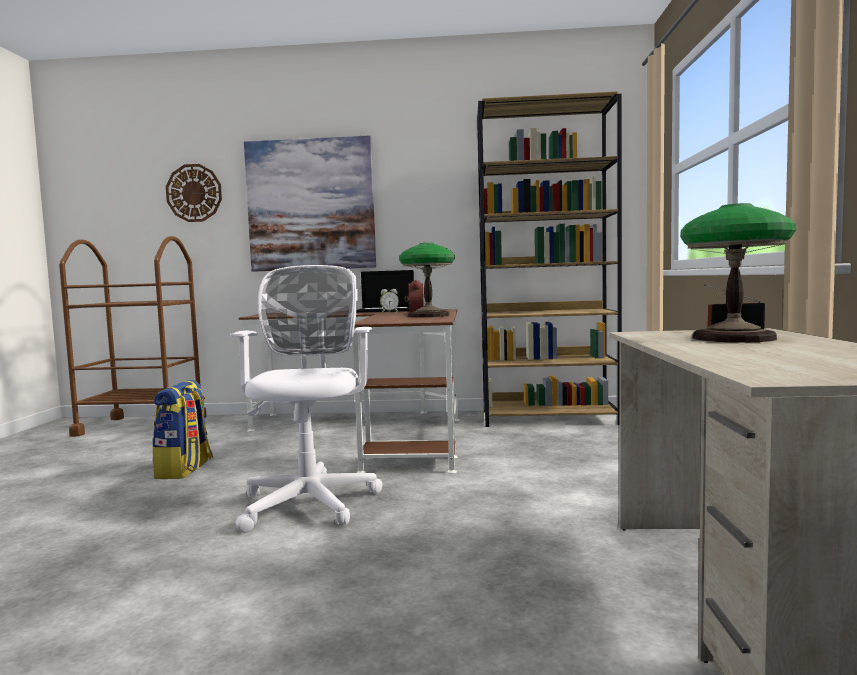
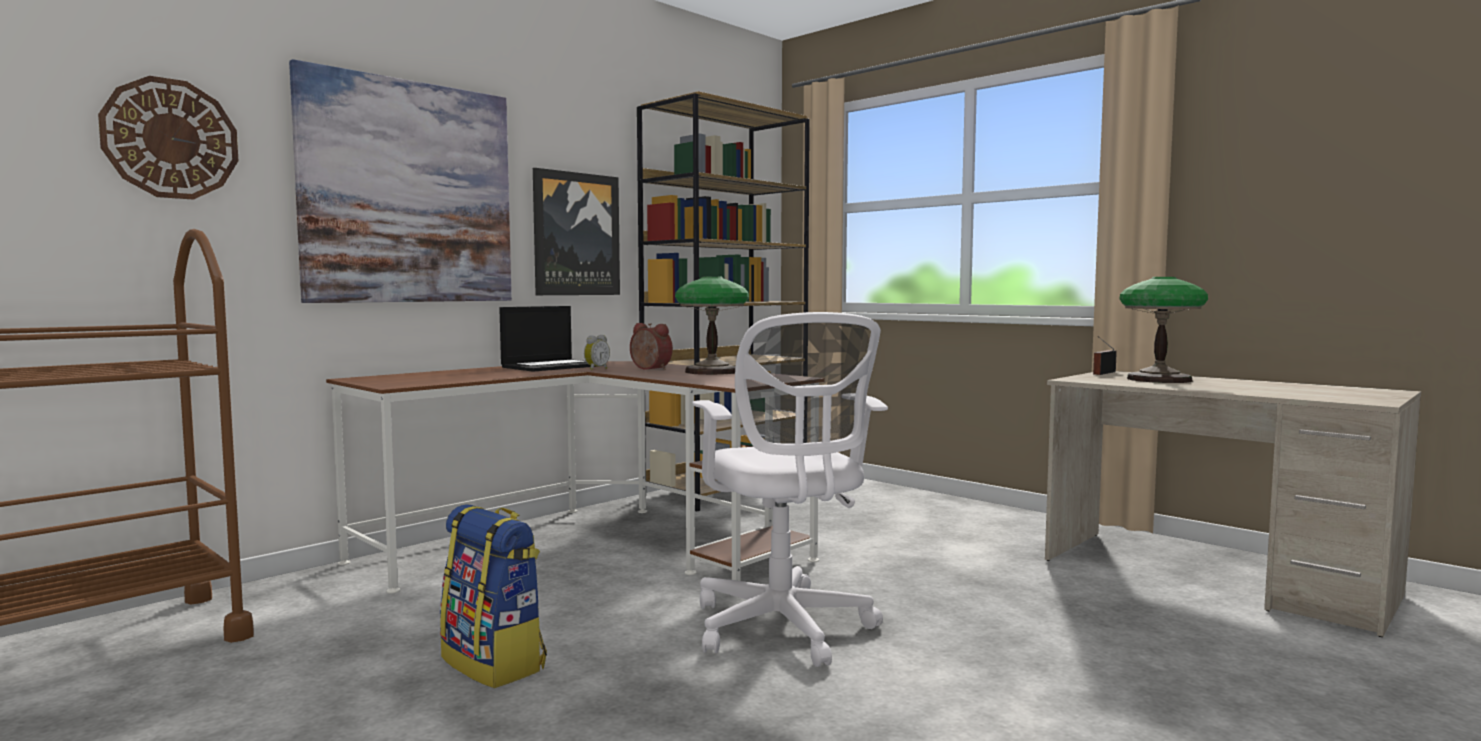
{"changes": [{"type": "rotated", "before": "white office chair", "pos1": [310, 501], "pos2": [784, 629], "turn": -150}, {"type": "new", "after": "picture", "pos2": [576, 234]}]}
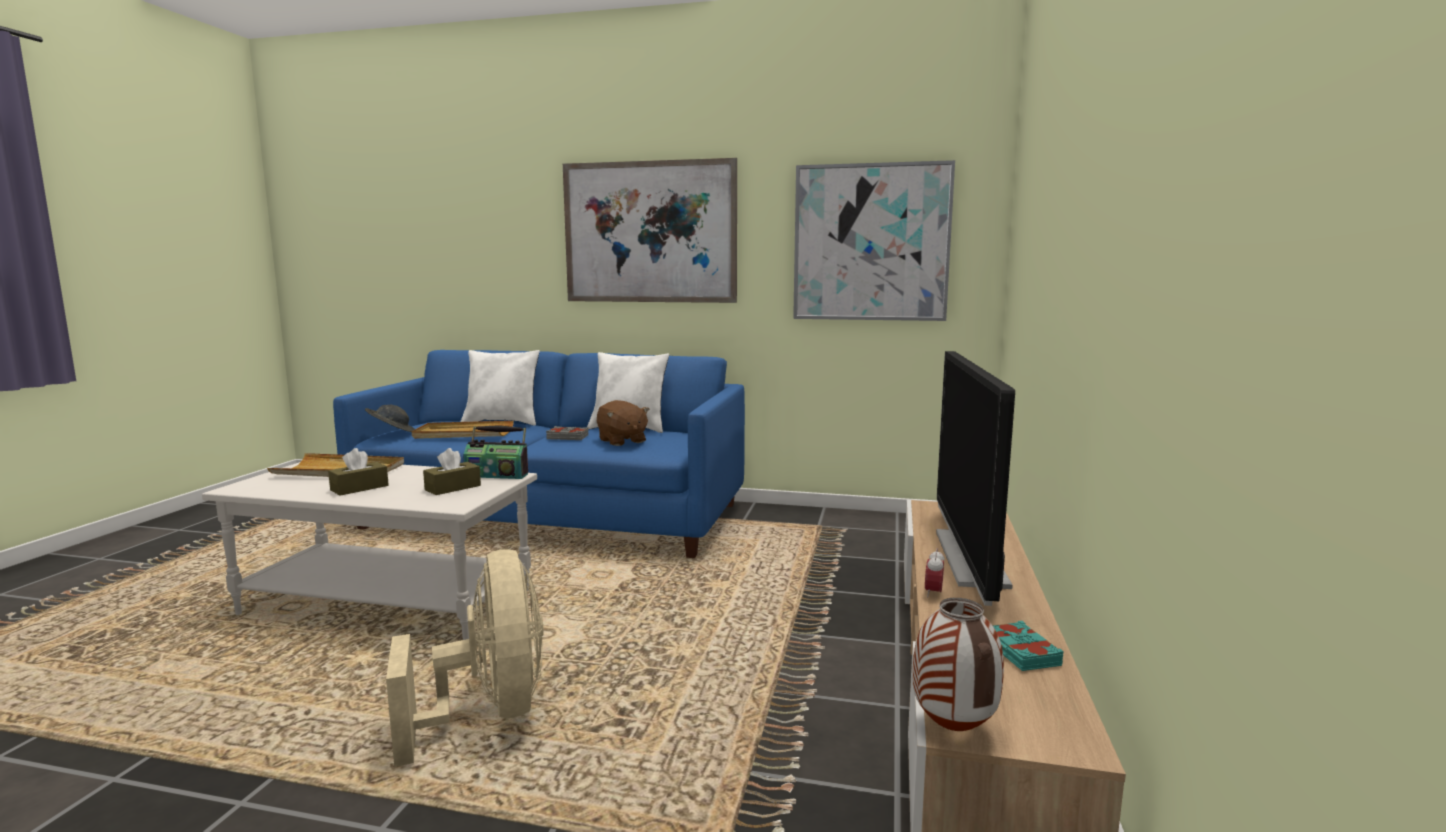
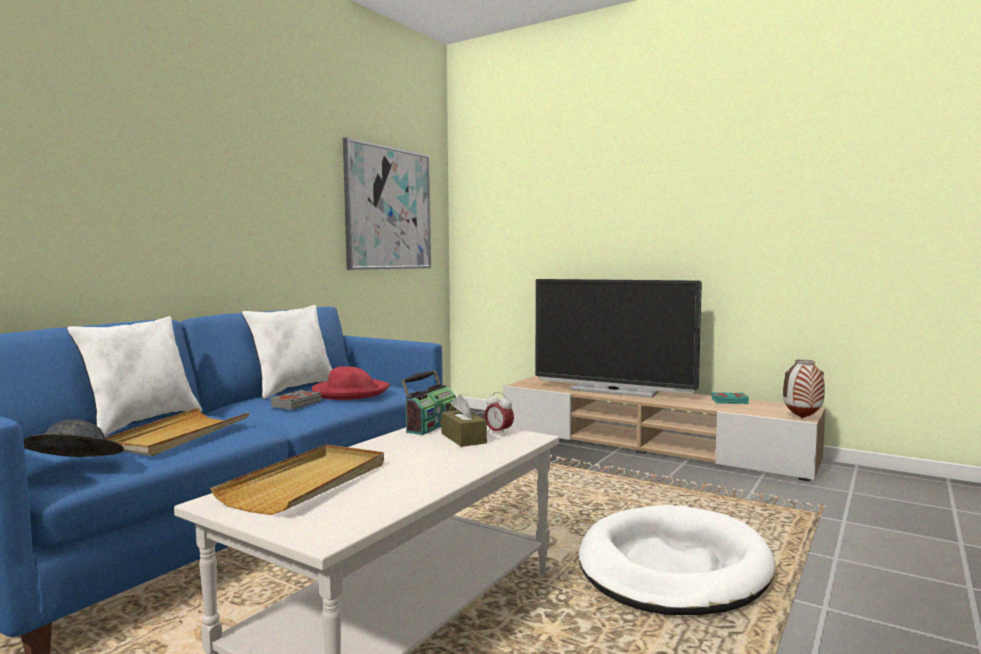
{"changes": [{"type": "gone", "before": "brown tissue box", "pos1": [359, 488]}, {"type": "swapped", "before": "beige fan", "after": "white dog bed", "pos1": [490, 712], "pos2": [673, 567]}, {"type": "gone", "before": "picture", "pos1": [649, 232]}, {"type": "swapped", "before": "brown plush toy", "after": "red hat", "pos1": [622, 441], "pos2": [350, 392]}, {"type": "shifted", "before": "alarm clock", "pos1": [933, 593], "pos2": [498, 433]}]}
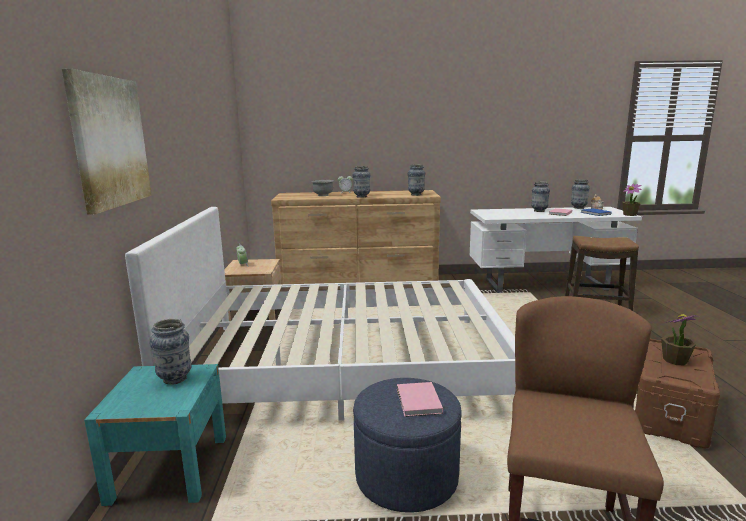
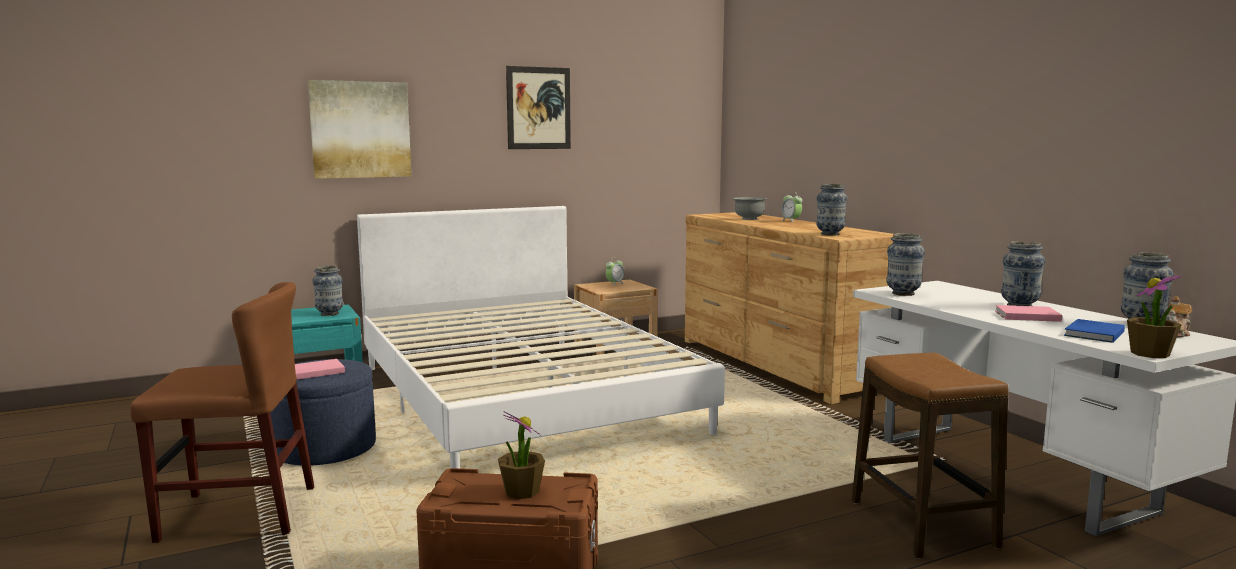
{"changes": [{"type": "shifted", "before": "vase", "pos1": [361, 196], "pos2": [903, 293]}, {"type": "new", "after": "picture", "pos2": [538, 108]}]}
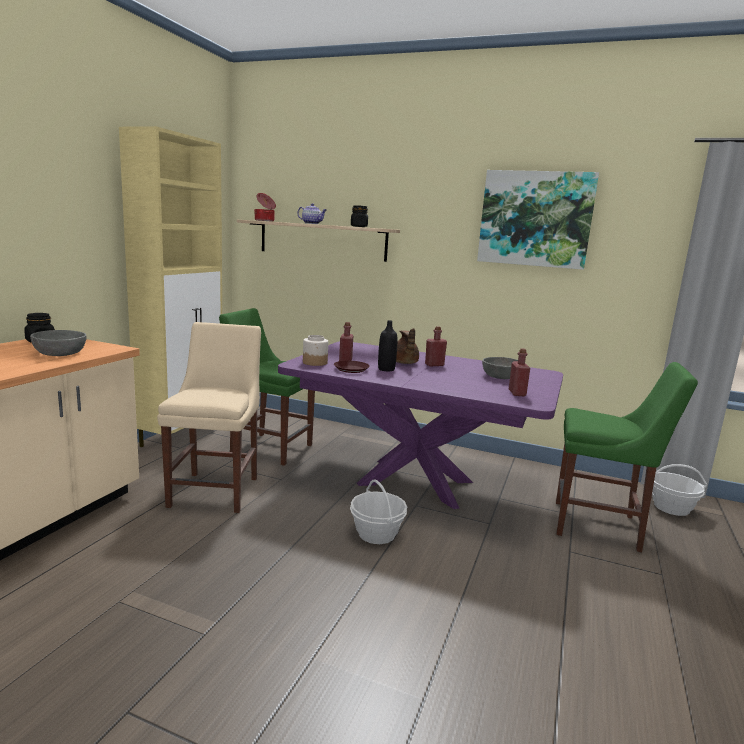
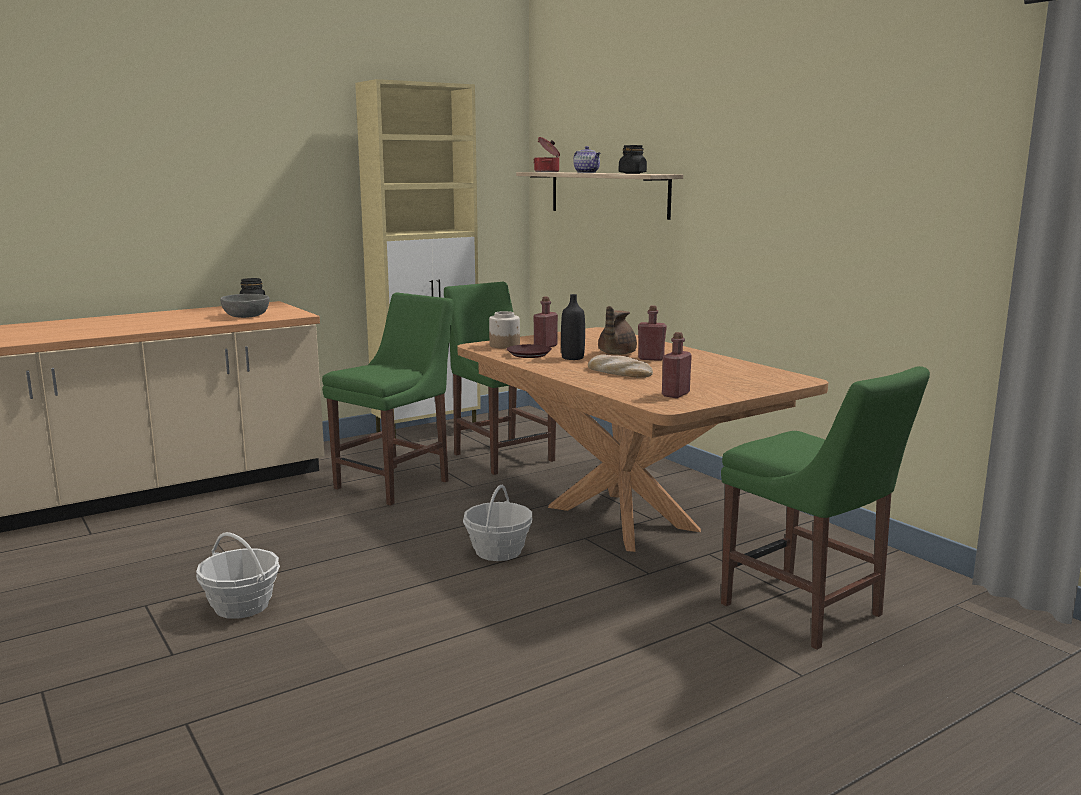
{"changes": [{"type": "repainted", "before": "beige chair", "after": "green chair", "pos1": [216, 489], "pos2": [396, 483]}, {"type": "repainted", "before": "purple dining table", "after": "brown dining table", "pos1": [415, 482], "pos2": [621, 517]}, {"type": "gone", "before": "picture", "pos1": [535, 219]}, {"type": "gone", "before": "grey bowl", "pos1": [500, 376]}, {"type": "shifted", "before": "basket", "pos1": [671, 508], "pos2": [242, 606]}, {"type": "new", "after": "bread", "pos2": [618, 372]}]}
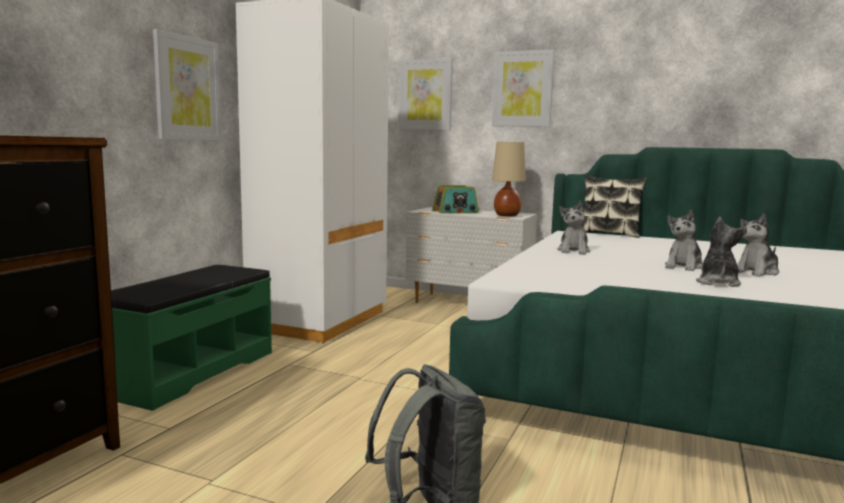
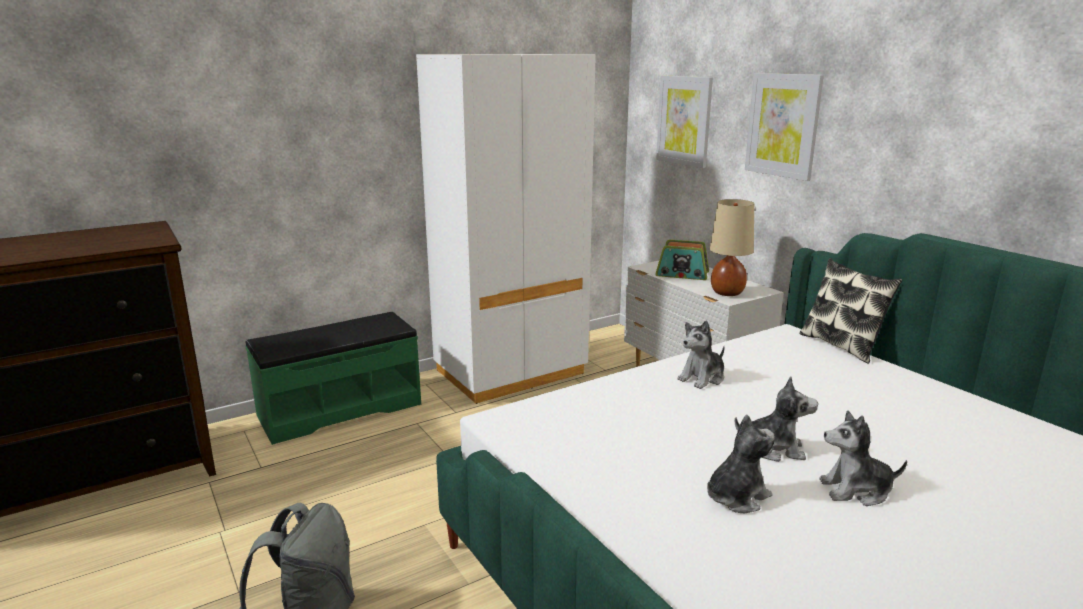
{"changes": [{"type": "gone", "before": "picture", "pos1": [187, 89]}, {"type": "rotated", "before": "plush toy", "pos1": [684, 266], "pos2": [773, 448], "turn": -150}]}
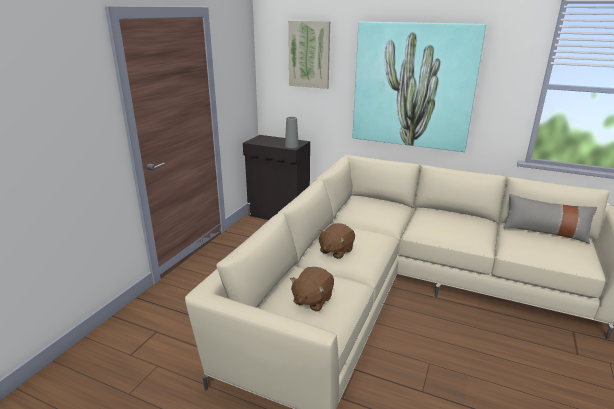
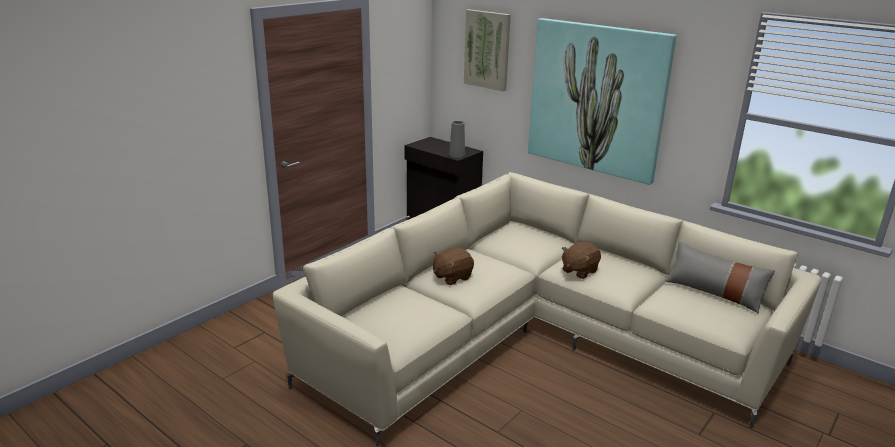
{"changes": [{"type": "shifted", "before": "brown plush toy", "pos1": [312, 300], "pos2": [579, 271]}]}
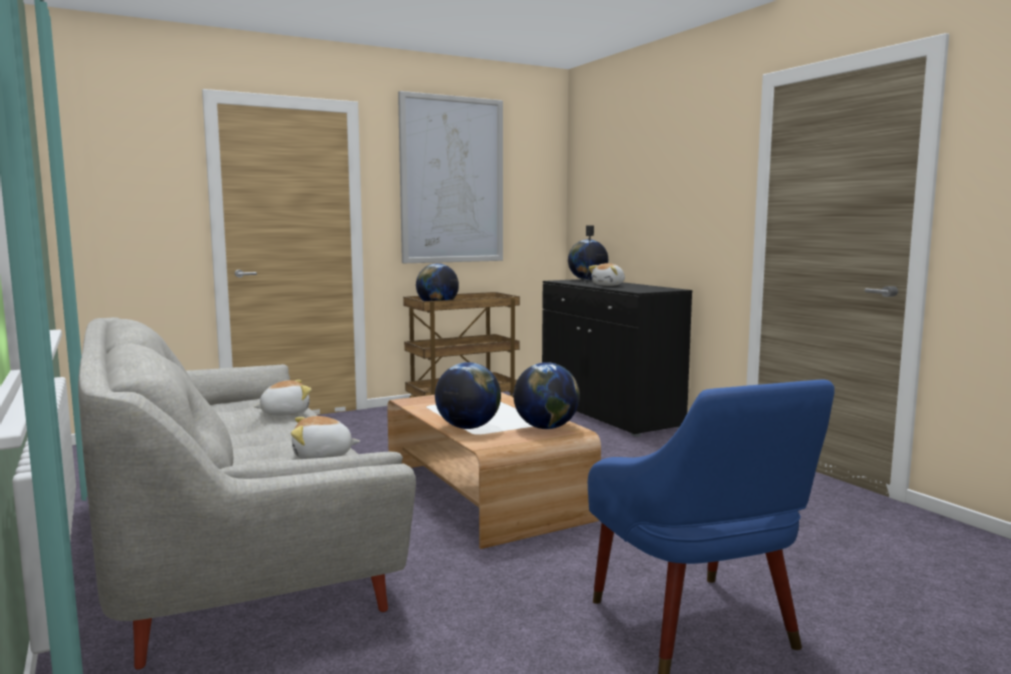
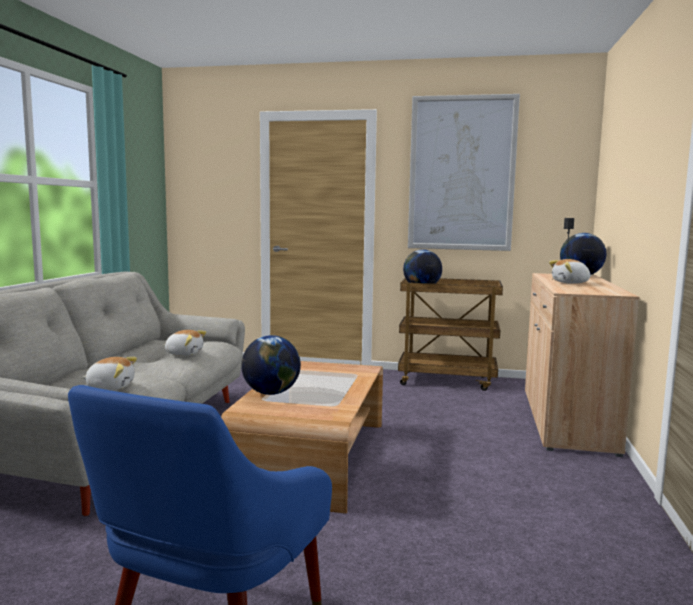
{"changes": [{"type": "rotated", "before": "plush toy", "pos1": [322, 456], "pos2": [110, 387], "turn": 150}, {"type": "gone", "before": "globe", "pos1": [546, 428]}, {"type": "repainted", "before": "black cabinet", "after": "beige cabinet", "pos1": [608, 413], "pos2": [566, 420]}]}
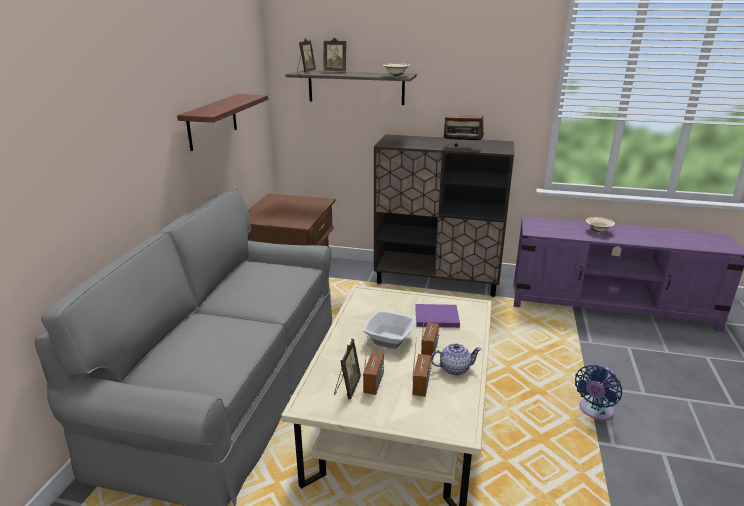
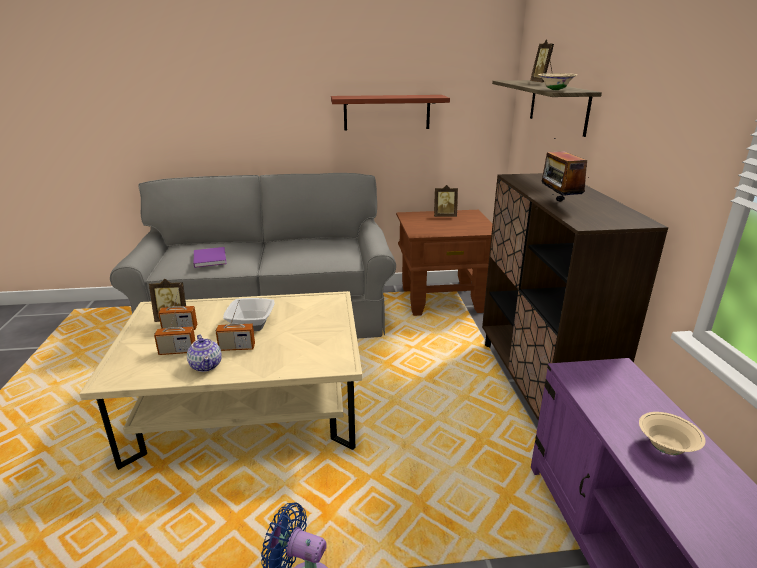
{"changes": [{"type": "shifted", "before": "picture frame", "pos1": [306, 72], "pos2": [444, 216]}, {"type": "shifted", "before": "purple book", "pos1": [435, 317], "pos2": [210, 258]}]}
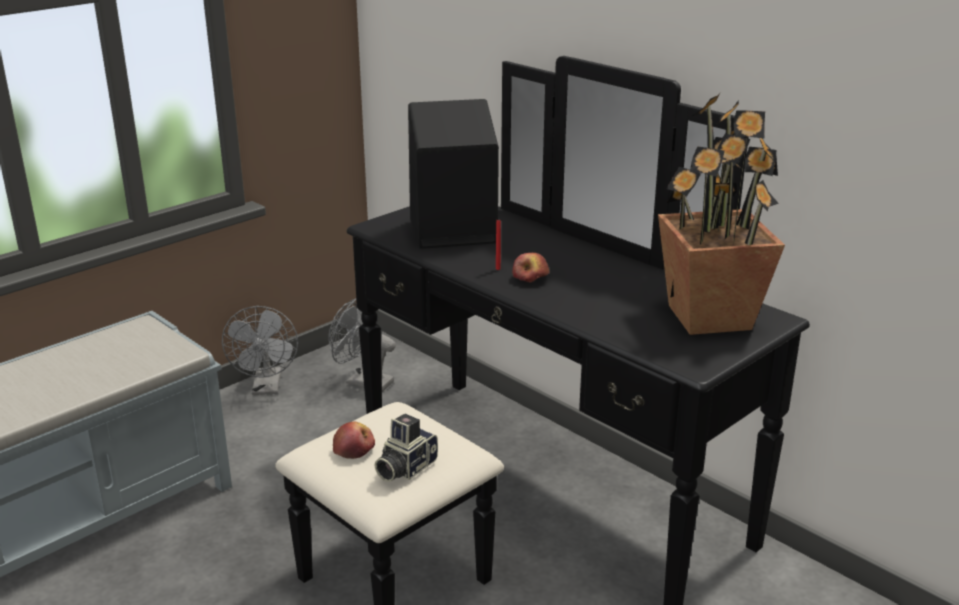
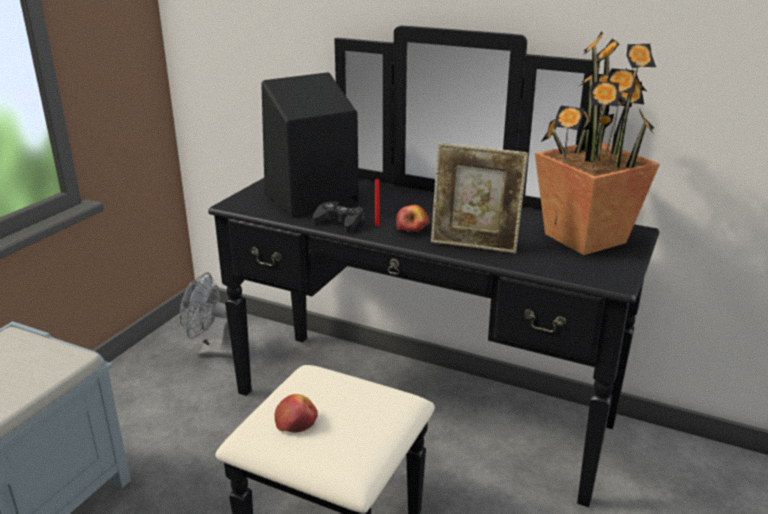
{"changes": [{"type": "gone", "before": "grey fan", "pos1": [267, 388]}, {"type": "gone", "before": "photo camera", "pos1": [404, 467]}, {"type": "new", "after": "black game controller", "pos2": [339, 222]}, {"type": "new", "after": "picture frame", "pos2": [474, 246]}]}
